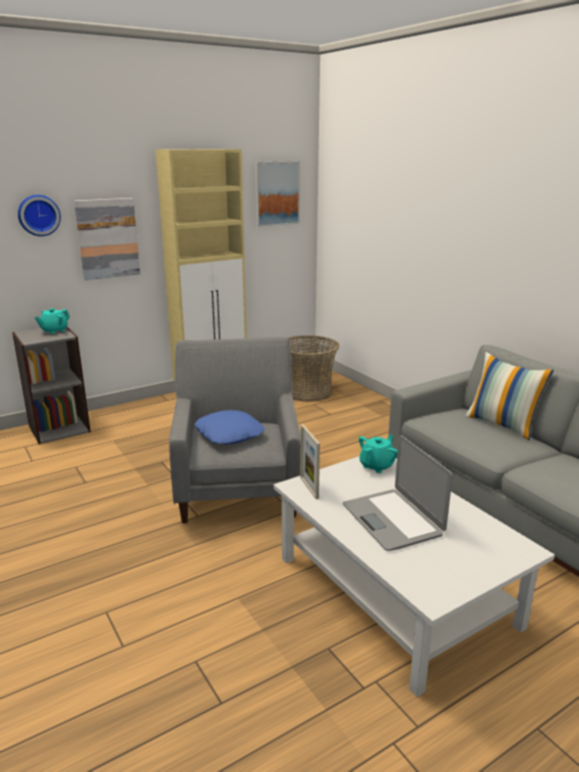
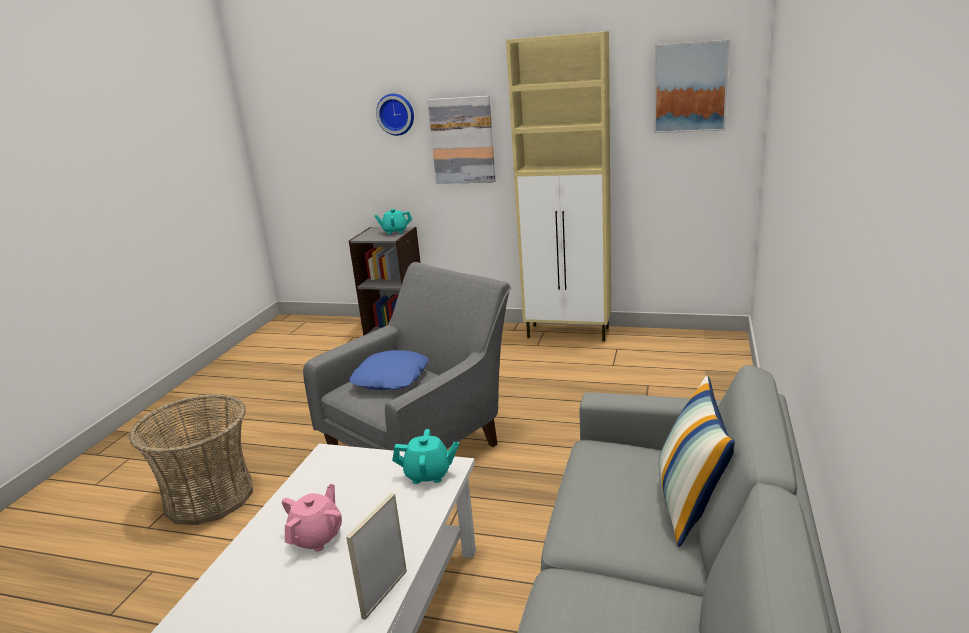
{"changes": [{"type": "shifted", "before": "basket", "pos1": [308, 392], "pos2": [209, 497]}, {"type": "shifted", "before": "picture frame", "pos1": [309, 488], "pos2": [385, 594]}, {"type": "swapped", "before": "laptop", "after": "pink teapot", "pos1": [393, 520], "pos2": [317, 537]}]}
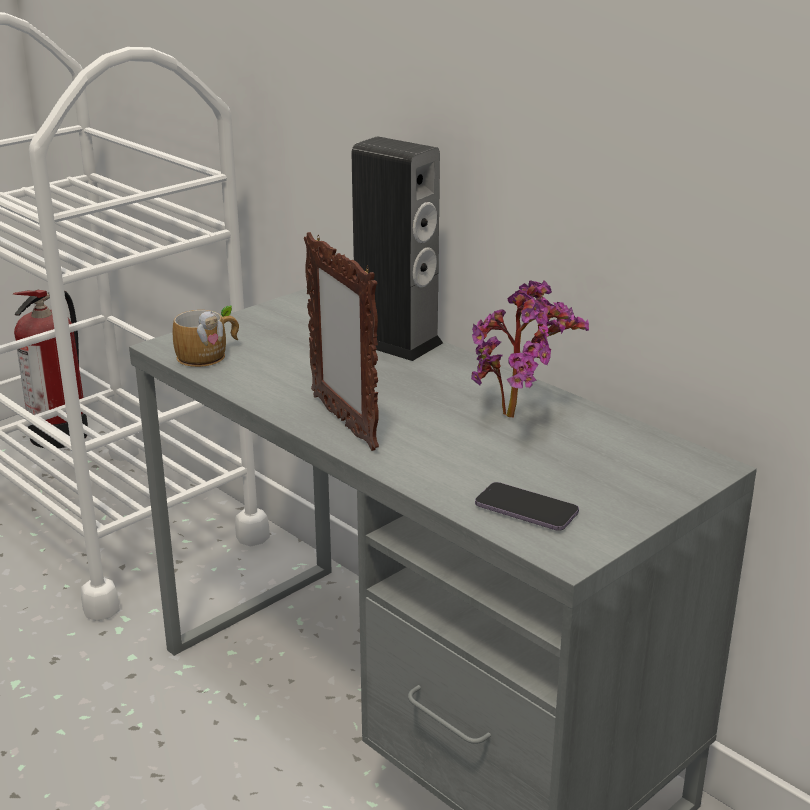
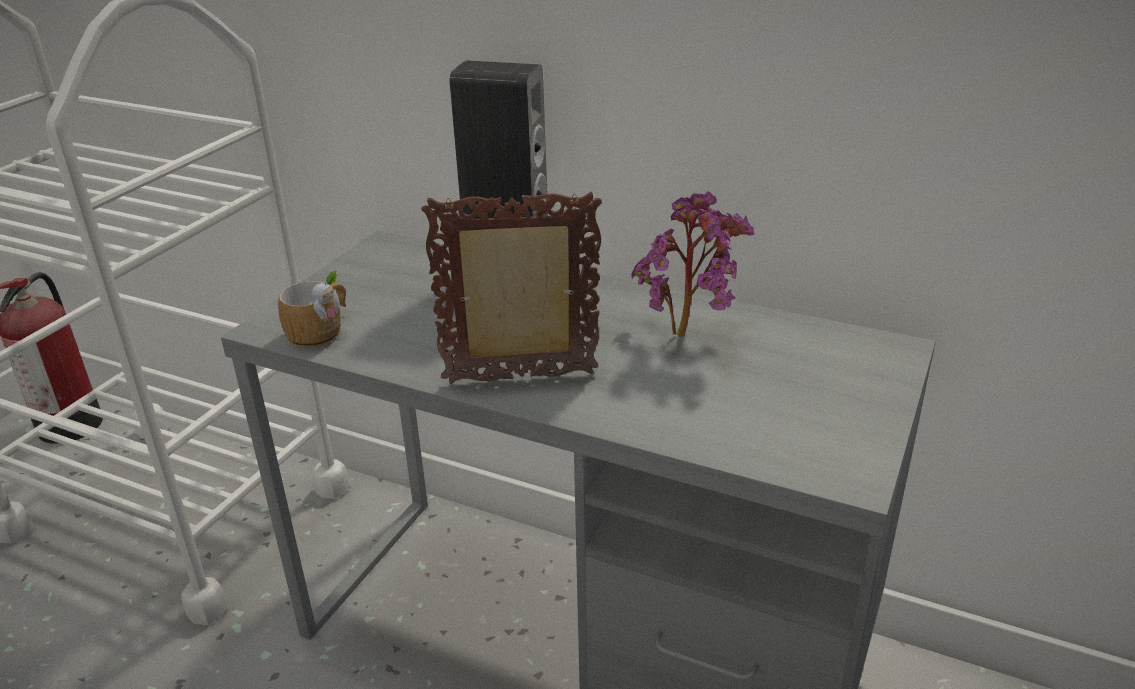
{"changes": [{"type": "rotated", "before": "picture frame", "pos1": [344, 422], "pos2": [522, 379], "turn": 135}, {"type": "gone", "before": "phone", "pos1": [526, 509]}]}
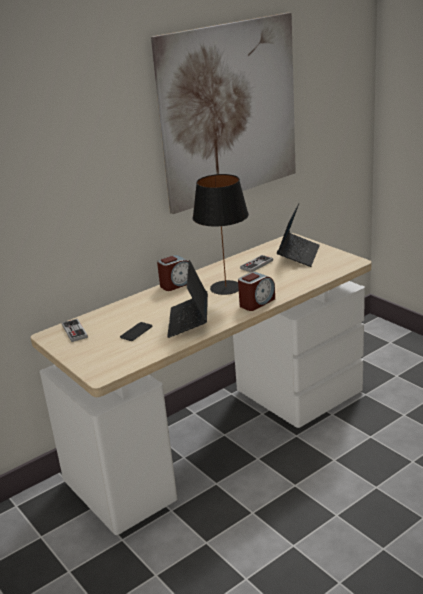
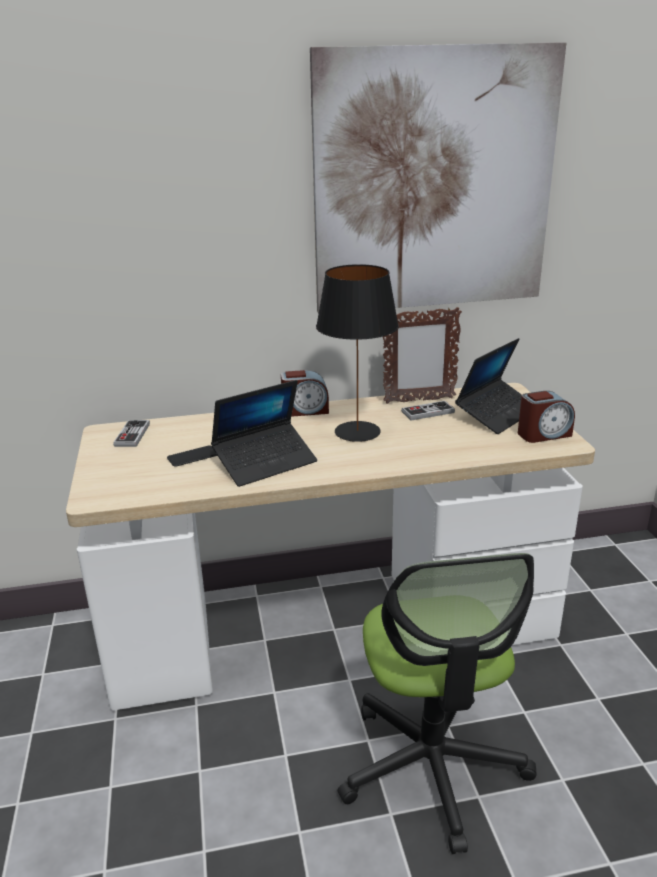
{"changes": [{"type": "rotated", "before": "laptop", "pos1": [189, 321], "pos2": [265, 462], "turn": -150}, {"type": "shifted", "before": "alarm clock", "pos1": [256, 303], "pos2": [543, 434]}, {"type": "new", "after": "office chair", "pos2": [432, 766]}, {"type": "new", "after": "picture frame", "pos2": [418, 400]}]}
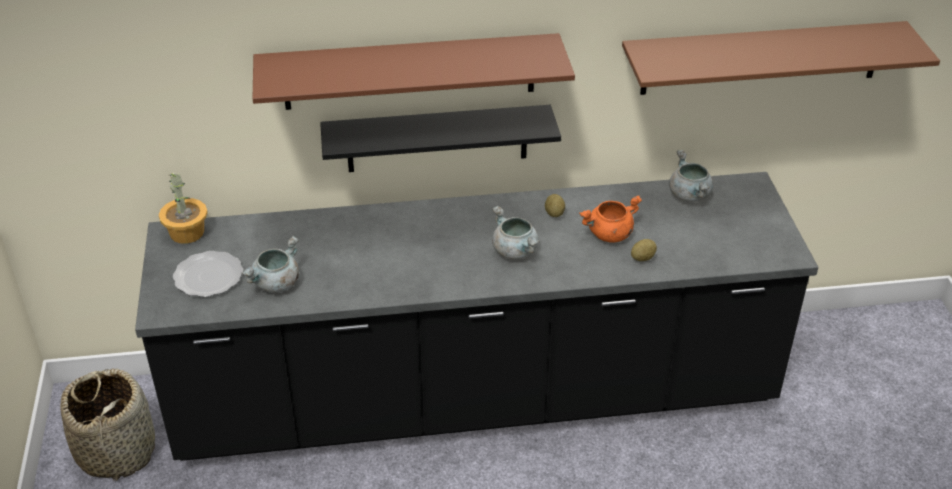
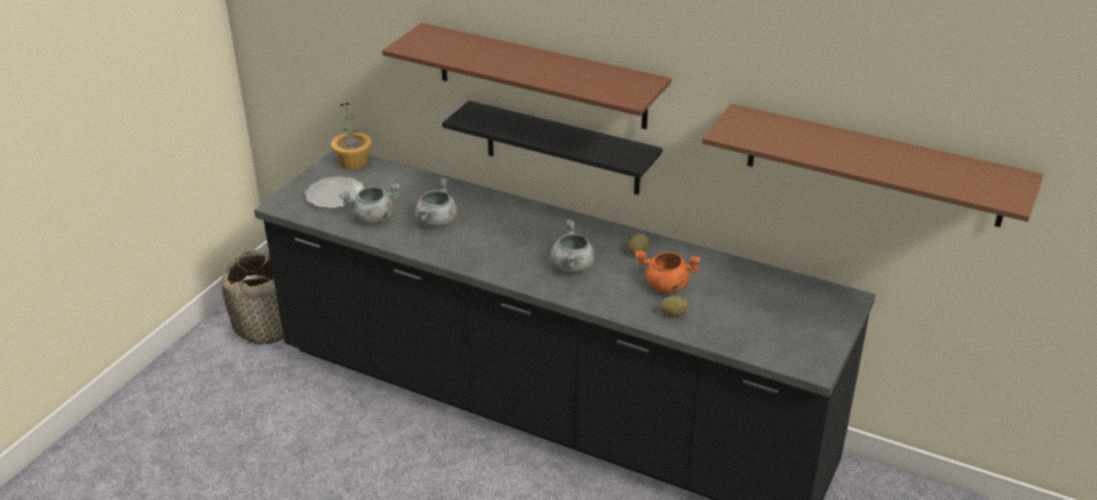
{"changes": [{"type": "shifted", "before": "grey cooking pot", "pos1": [690, 195], "pos2": [437, 222]}]}
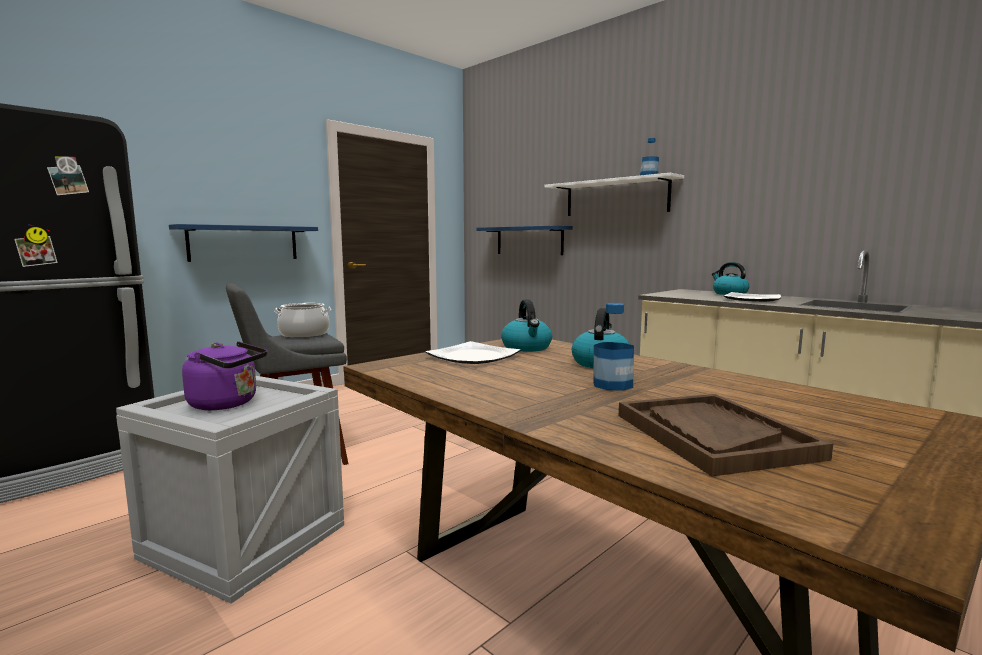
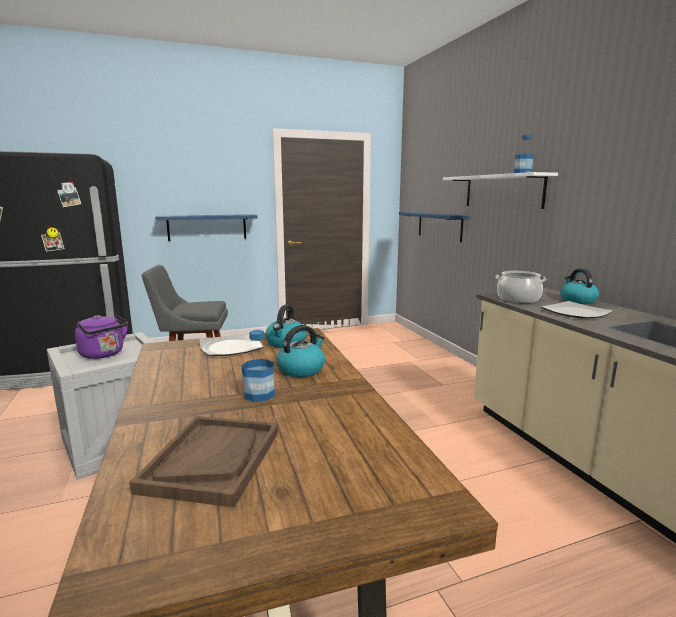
{"changes": [{"type": "shifted", "before": "cooking pot", "pos1": [304, 334], "pos2": [518, 299]}]}
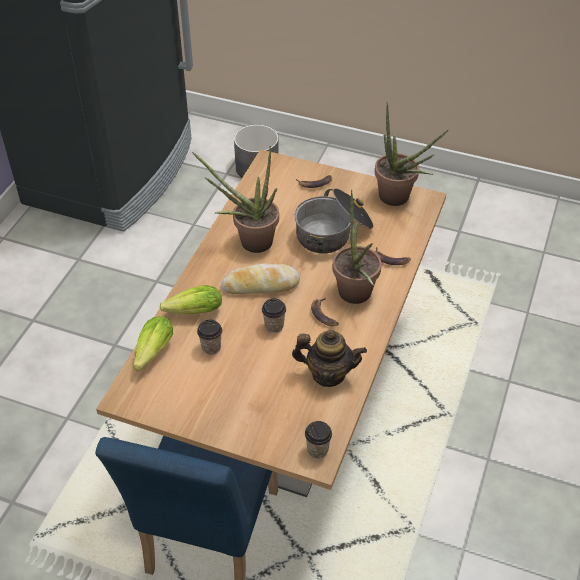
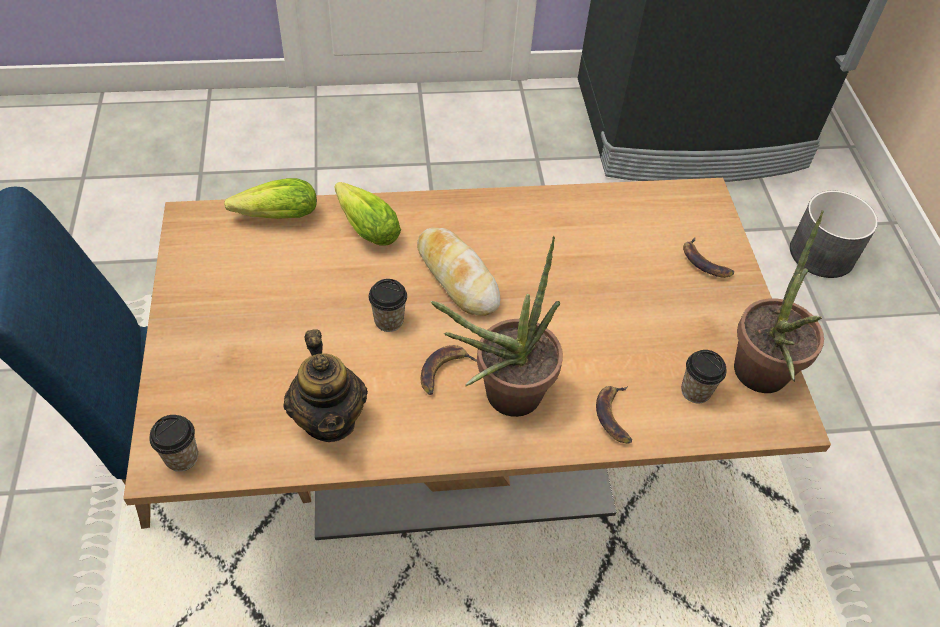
{"changes": [{"type": "gone", "before": "potted plant", "pos1": [249, 242]}, {"type": "shifted", "before": "cup", "pos1": [211, 347], "pos2": [695, 391]}, {"type": "gone", "before": "cooking pot", "pos1": [333, 232]}]}
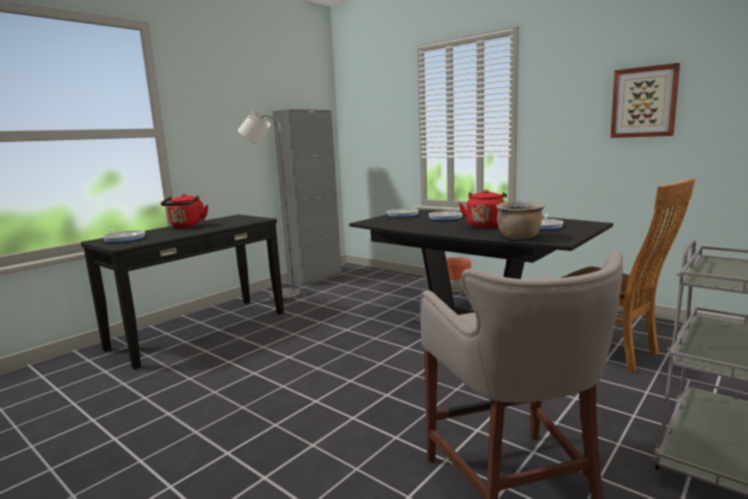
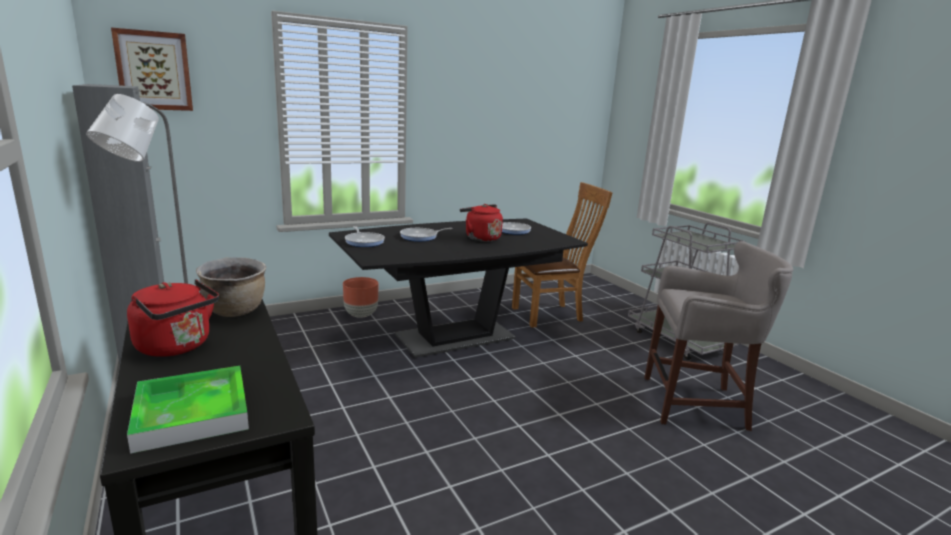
{"changes": [{"type": "swapped", "before": "frying pan", "after": "tray", "pos1": [124, 239], "pos2": [192, 413]}, {"type": "shifted", "before": "brown cooking pot", "pos1": [519, 238], "pos2": [236, 311]}, {"type": "shifted", "before": "picture", "pos1": [644, 102], "pos2": [154, 71]}]}
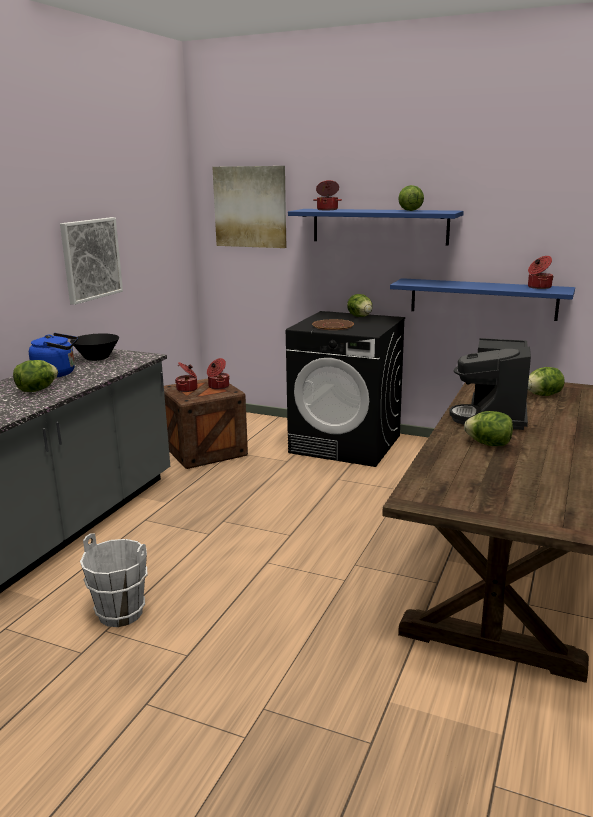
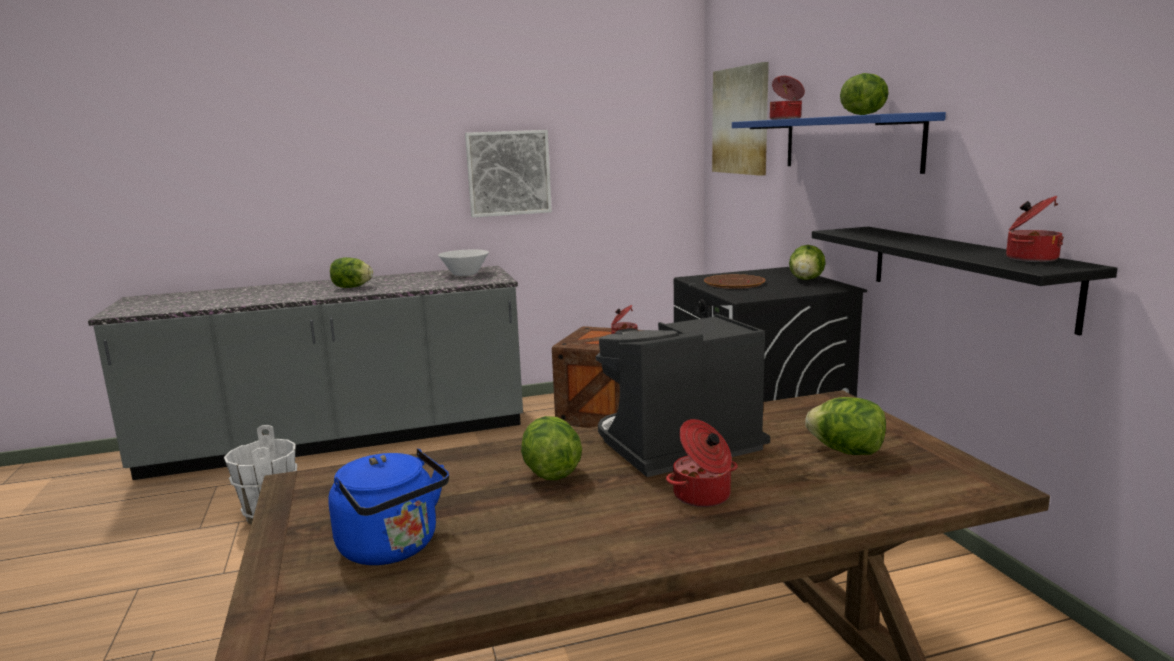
{"changes": [{"type": "shifted", "before": "blue kettle", "pos1": [57, 374], "pos2": [393, 548]}, {"type": "repainted", "before": "black bowl", "after": "white bowl", "pos1": [97, 358], "pos2": [465, 274]}, {"type": "shifted", "before": "cooking pot", "pos1": [187, 389], "pos2": [703, 496]}, {"type": "repainted", "before": "blue shelf", "after": "black shelf", "pos1": [482, 299], "pos2": [965, 273]}]}
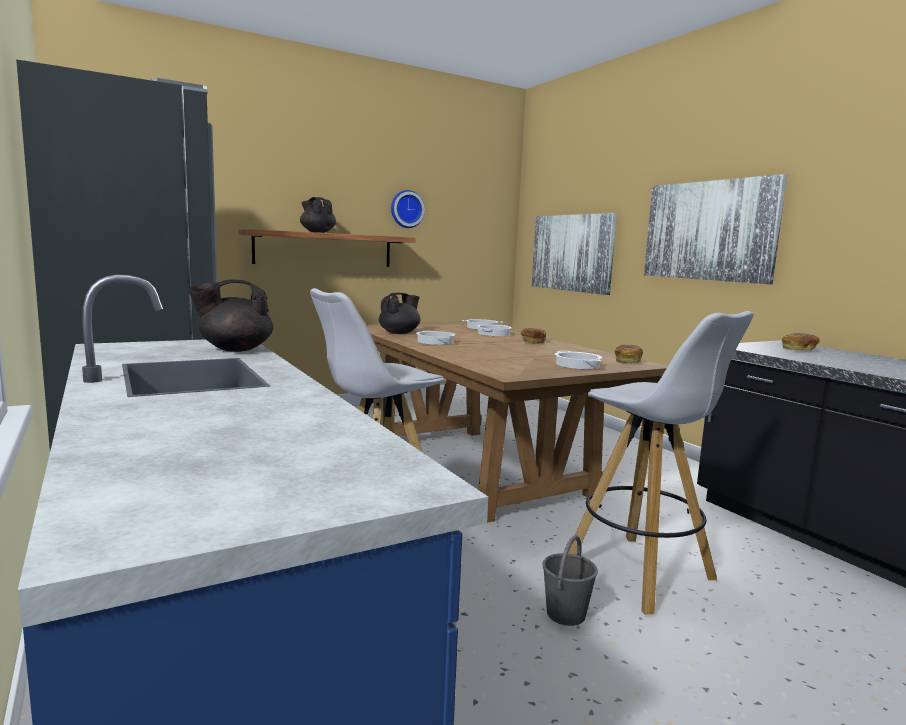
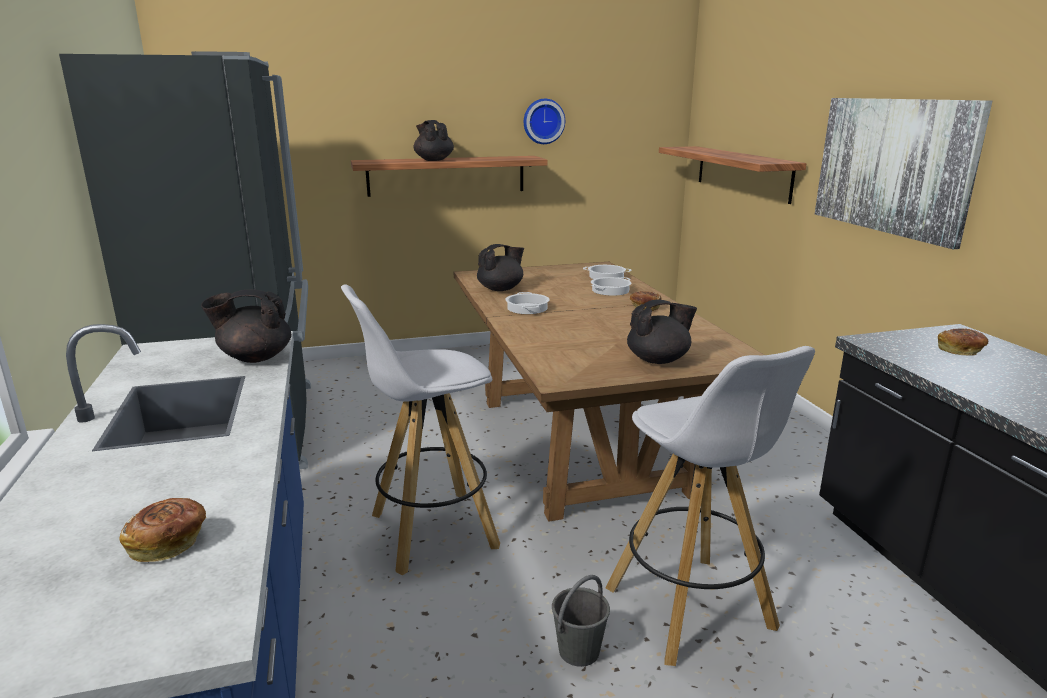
{"changes": [{"type": "swapped", "before": "picture", "after": "shelf", "pos1": [572, 253], "pos2": [742, 172]}, {"type": "swapped", "before": "cooking pot", "after": "black teapot", "pos1": [578, 365], "pos2": [658, 360]}, {"type": "shifted", "before": "bread", "pos1": [628, 361], "pos2": [169, 544]}]}
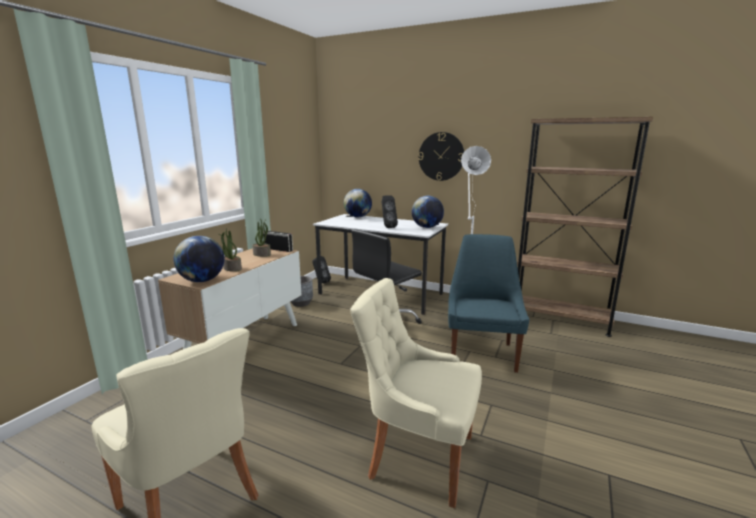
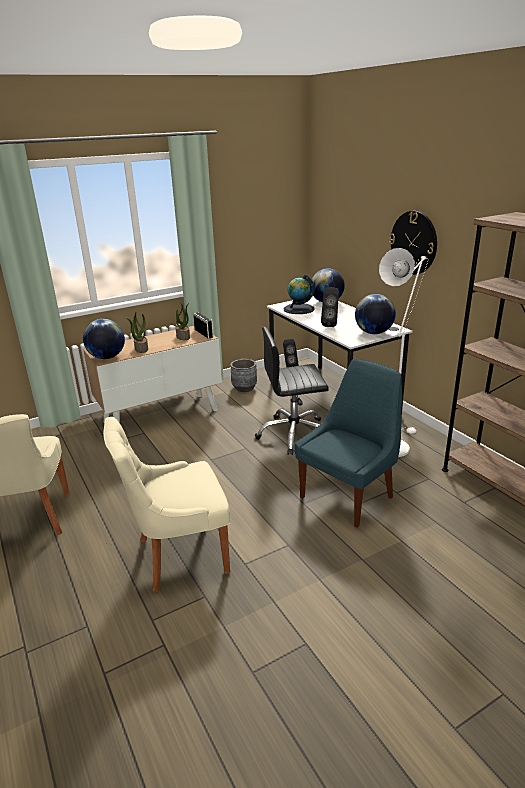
{"changes": [{"type": "rotated", "before": "beige chair", "pos1": [417, 455], "pos2": [179, 555], "turn": -75}, {"type": "new", "after": "globe", "pos2": [299, 309]}]}
